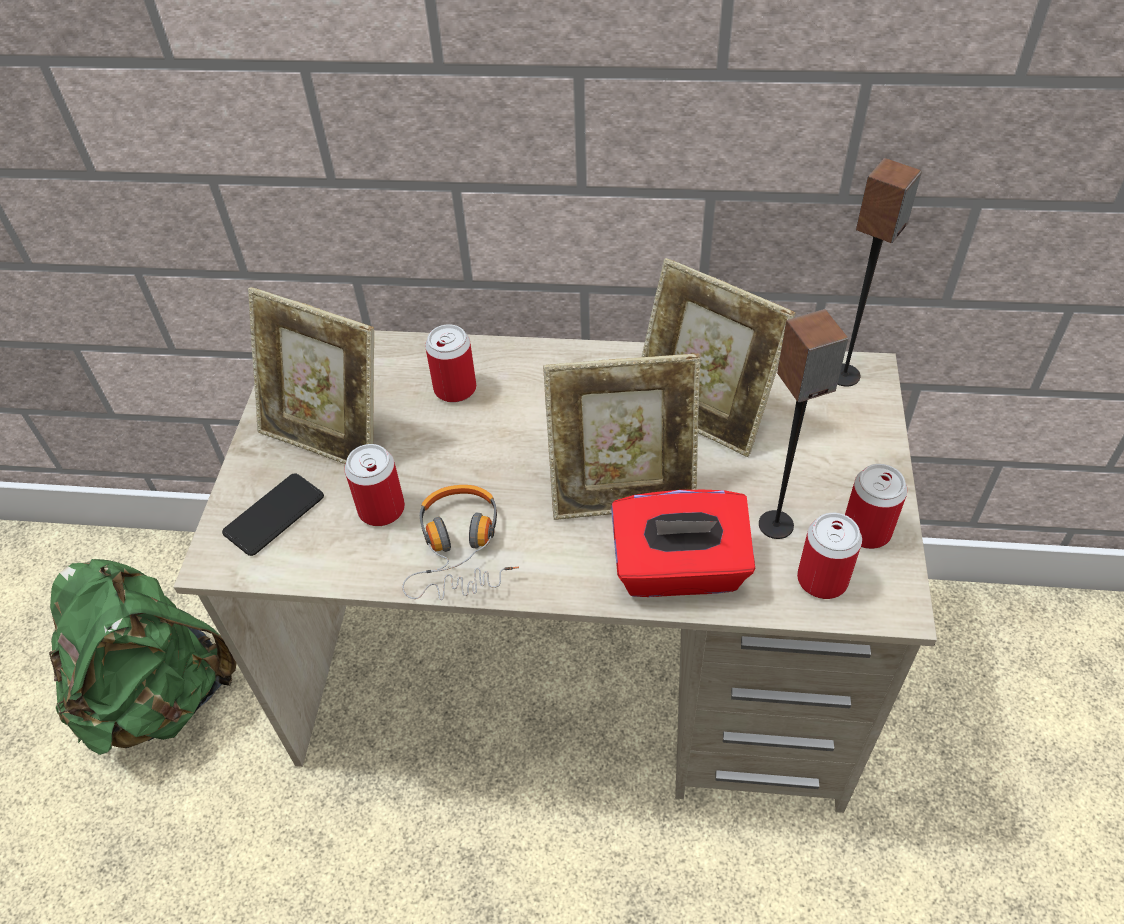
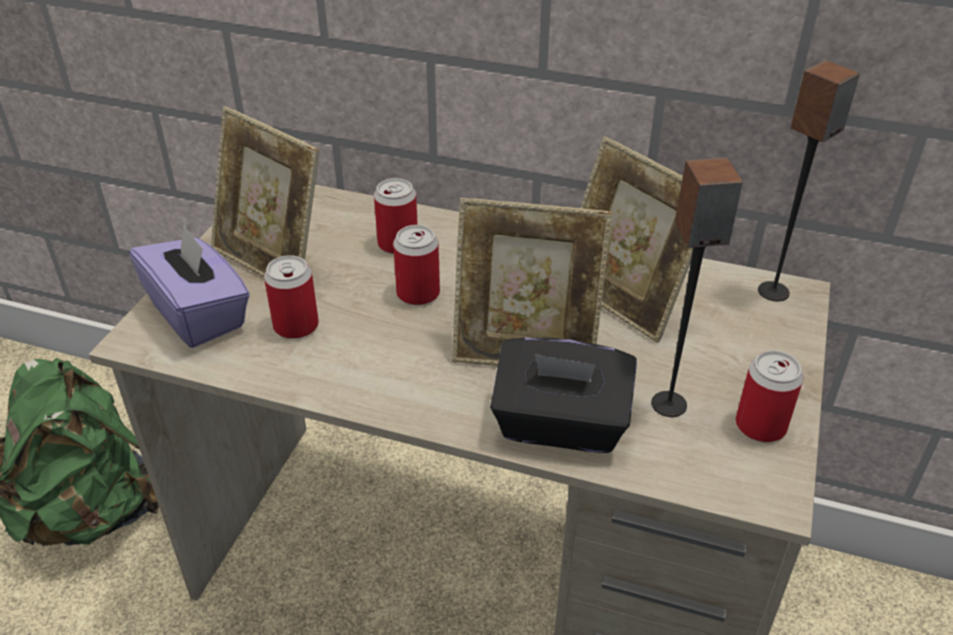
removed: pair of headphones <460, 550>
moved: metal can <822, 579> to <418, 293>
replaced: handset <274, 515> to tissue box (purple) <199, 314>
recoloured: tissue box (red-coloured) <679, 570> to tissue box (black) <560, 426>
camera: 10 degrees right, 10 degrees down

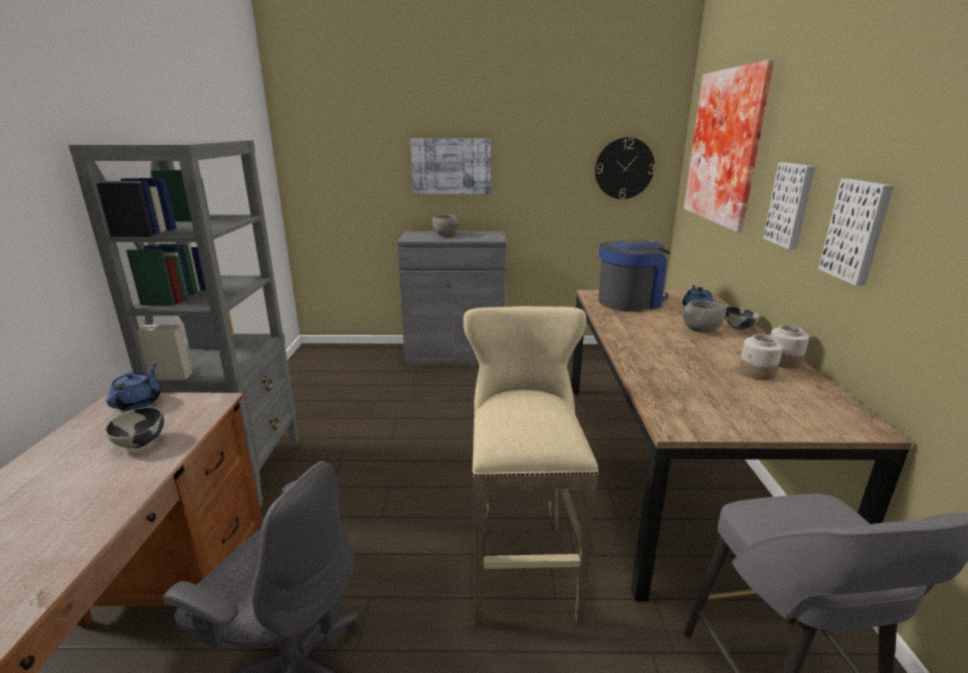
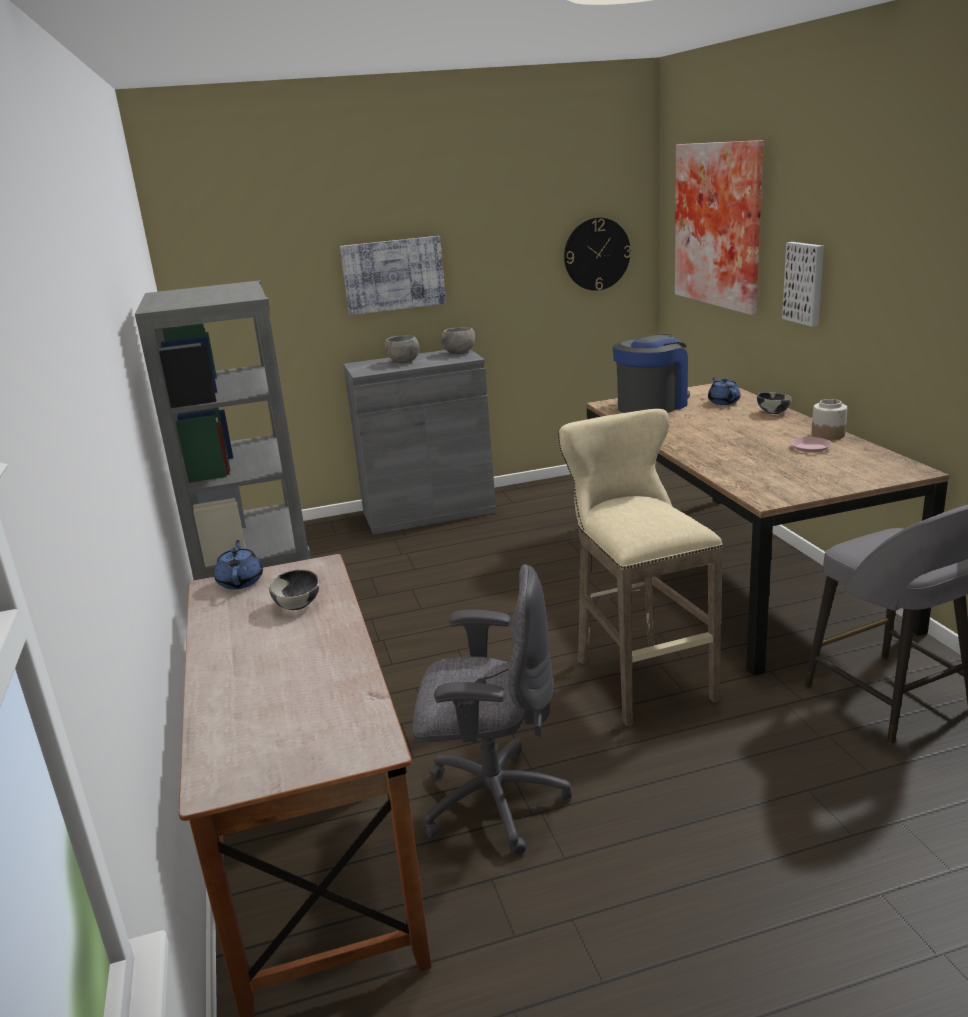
removed: wall picture <857, 231>
moved: bowl (greyish) <700, 330> to <458, 353>
replaced: storage jar <757, 373> to flat dish (pink) <810, 448>
camera: 15 degrees left, 0 degrees up

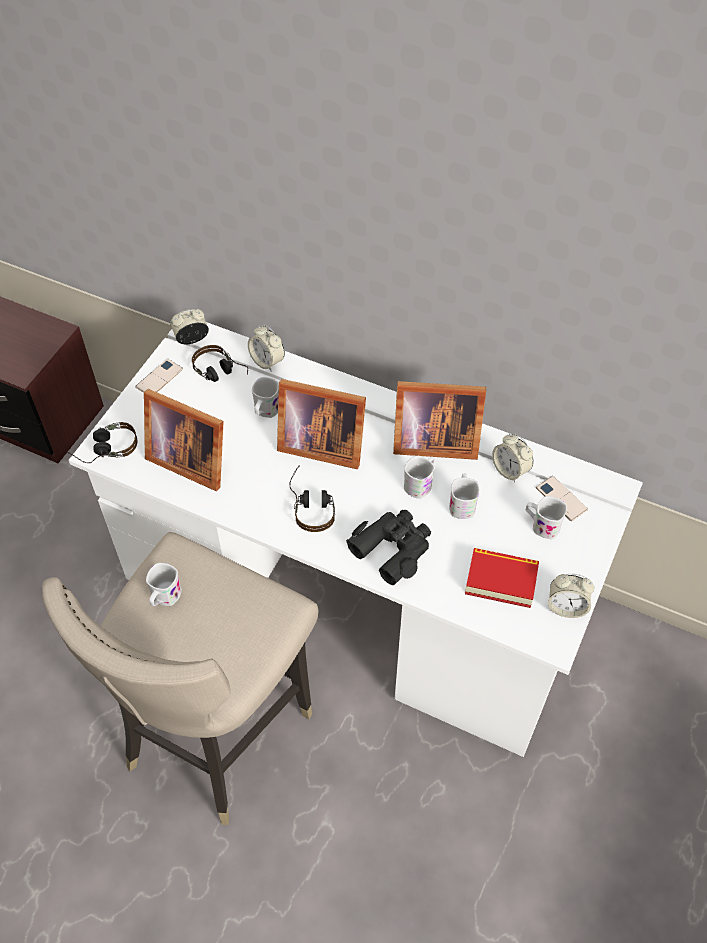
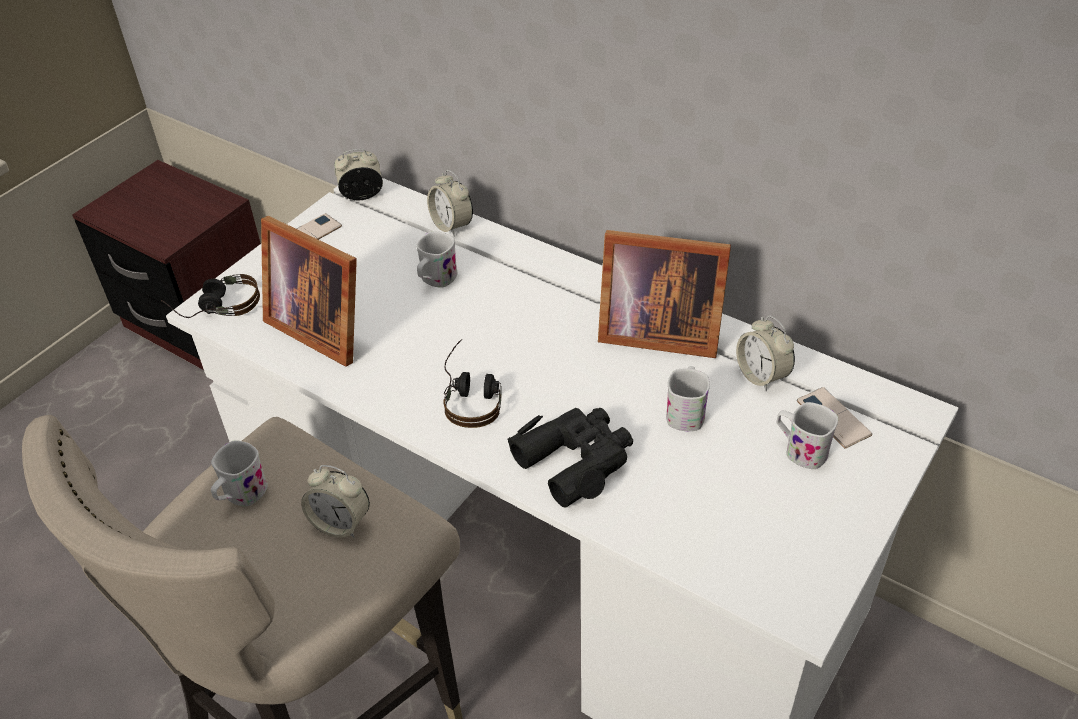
removed: pair of headphones <221, 373>; photo frame <319, 443>; mug (white) <420, 484>; book <501, 581>
moved: table clock <566, 606> to <340, 523>
camera: 10 degrees right, 10 degrees down

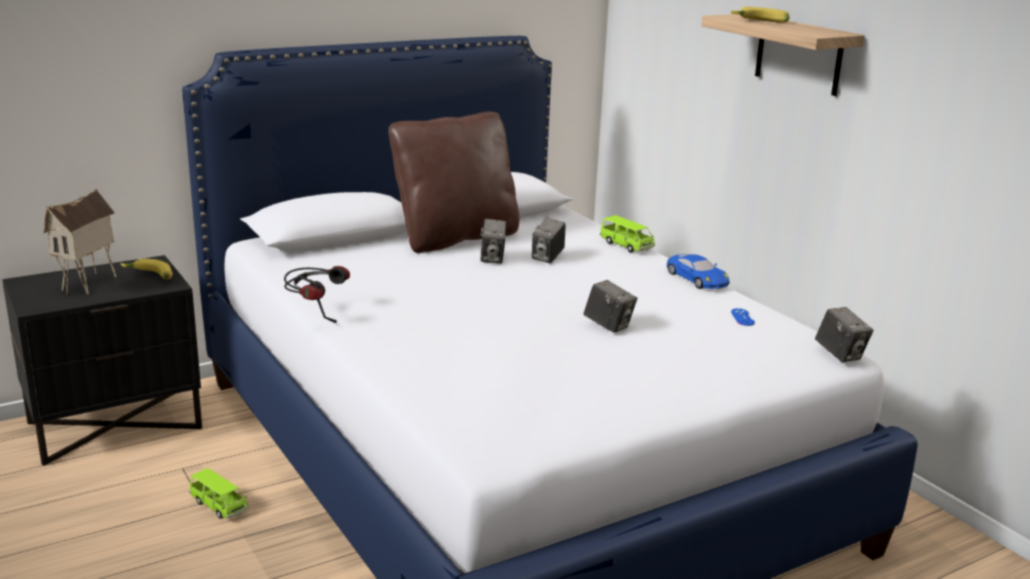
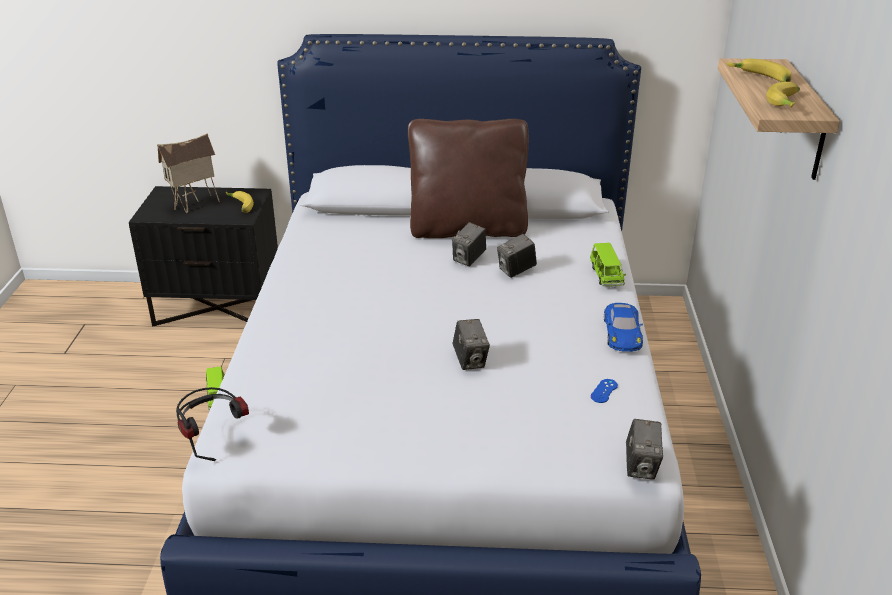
added: banana fruit <787, 104>
moved: pair of headphones <316, 313> to <213, 439>
camera: 35 degrees right, 10 degrees up

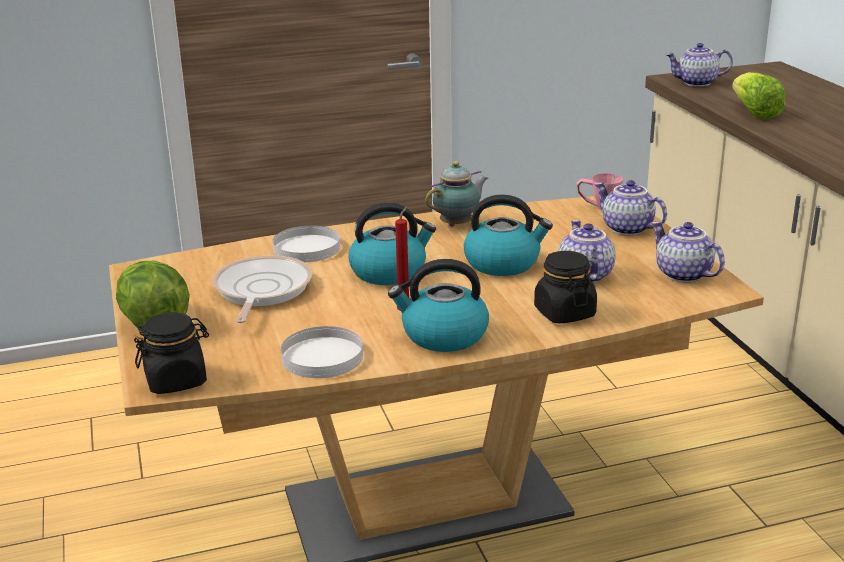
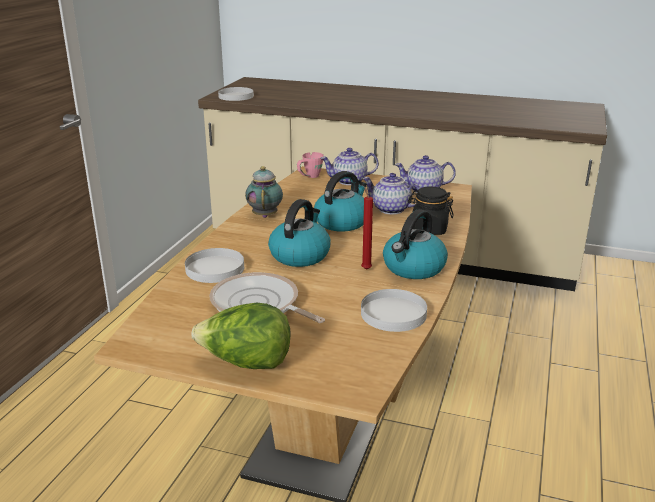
removed: storage jar (black) <176, 380>; lettuce <754, 113>
replaced: teapot <696, 83> to flat dish (white) <236, 96>
camera: 55 degrees left, 0 degrees up

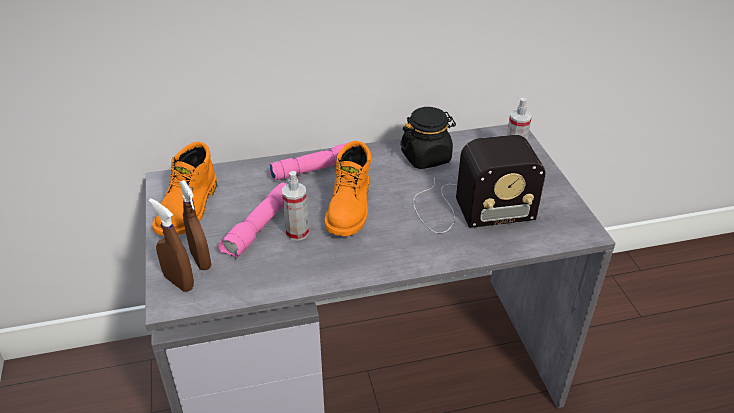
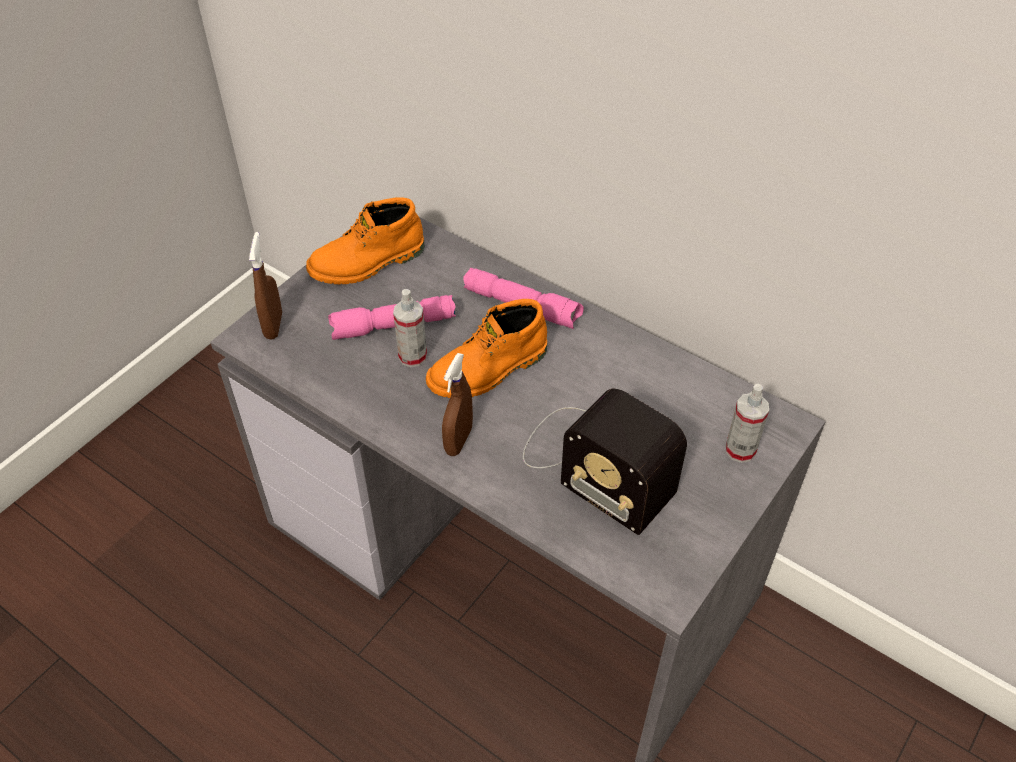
removed: storage jar (black) <426, 157>
moved: spray bottle (brown) <201, 260> to <458, 440>
camera: 50 degrees right, 10 degrees up

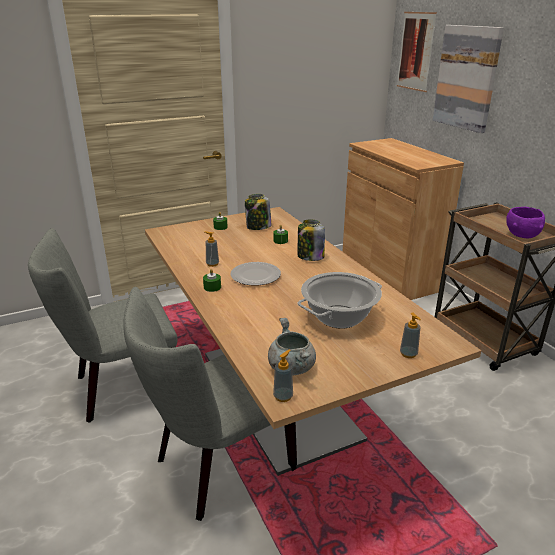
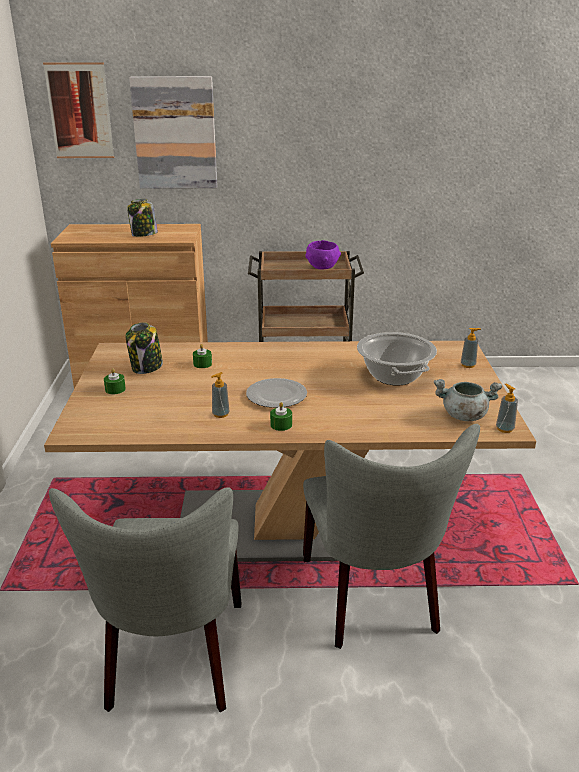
moved: storage jar <310, 257> to <144, 234>
camera: 65 degrees left, 0 degrees up

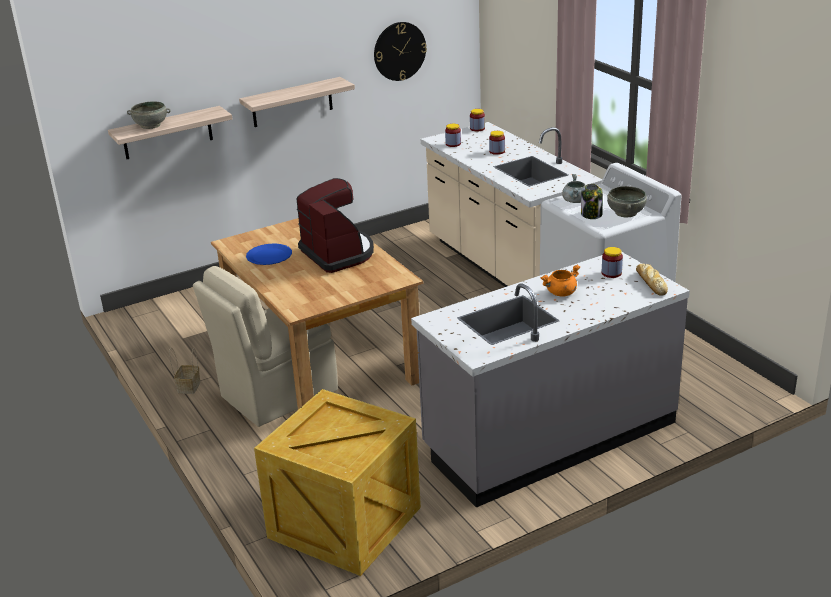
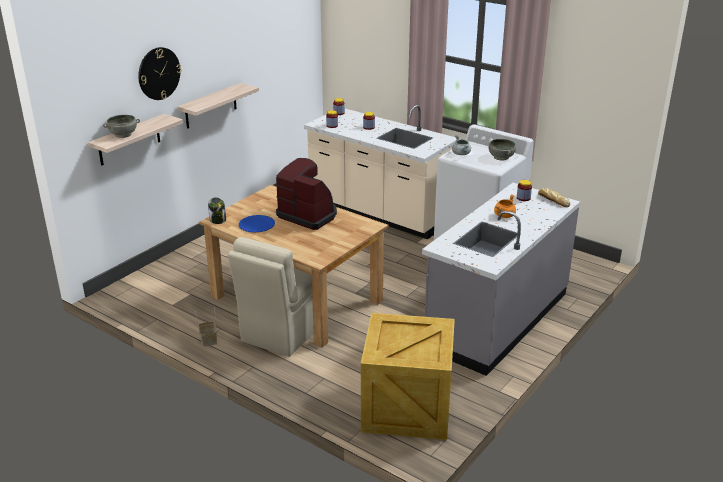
moved: clock on the wall <399, 51> to <159, 73>; storage jar <591, 214> to <218, 220>
camera: 25 degrees left, 0 degrees up

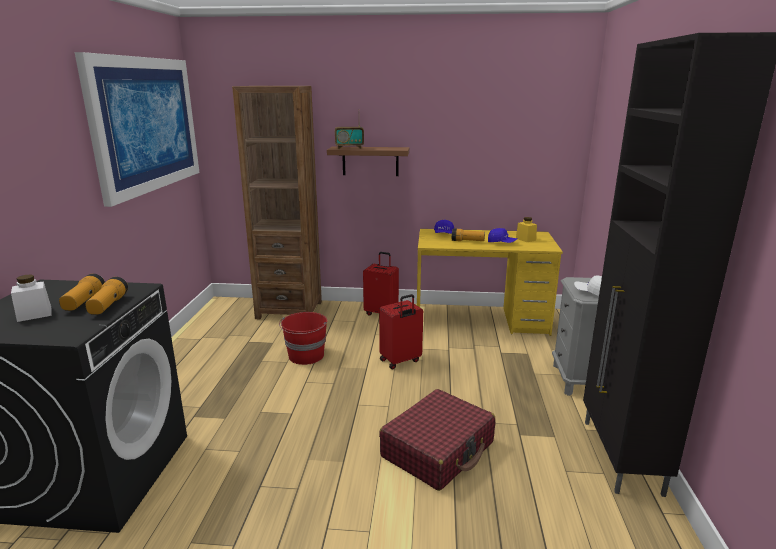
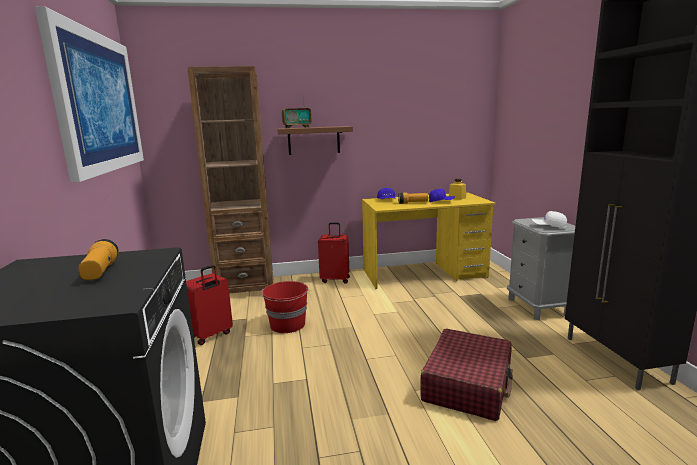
removed: storage jar (white) <34, 314>; flashlight <108, 306>
moved: travel case (red-coloured) <400, 361> to <211, 335>
camera: 15 degrees left, 5 degrees down

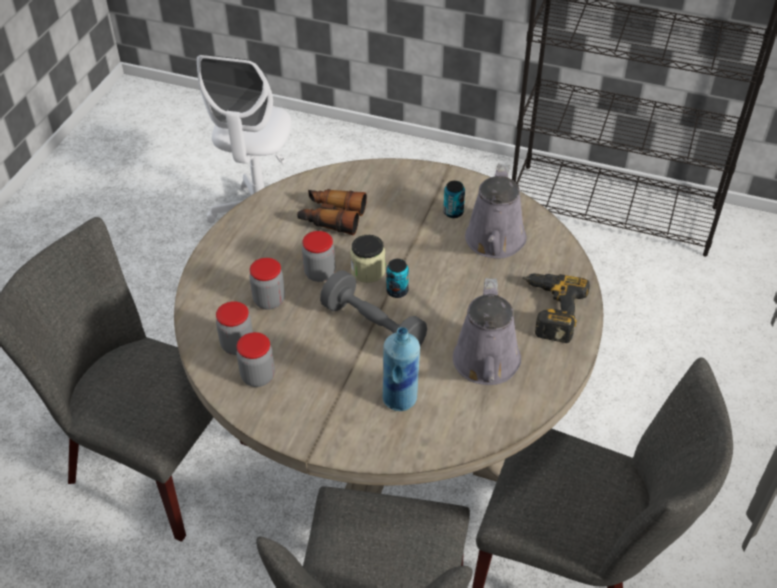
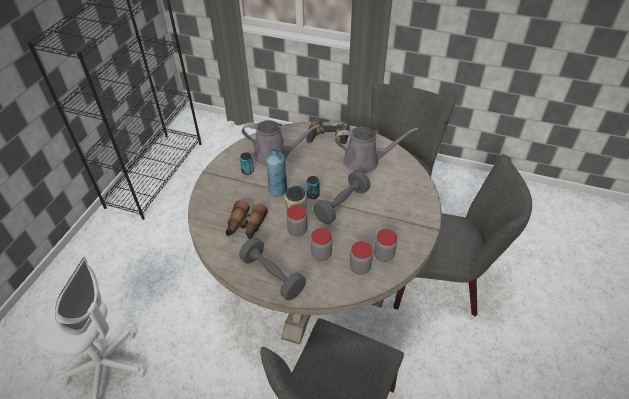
added: free weight (greyish) <272, 276>
moved: bottle (blue-coloured) <400, 399> to <278, 190>
camera: 90 degrees left, 0 degrees up

